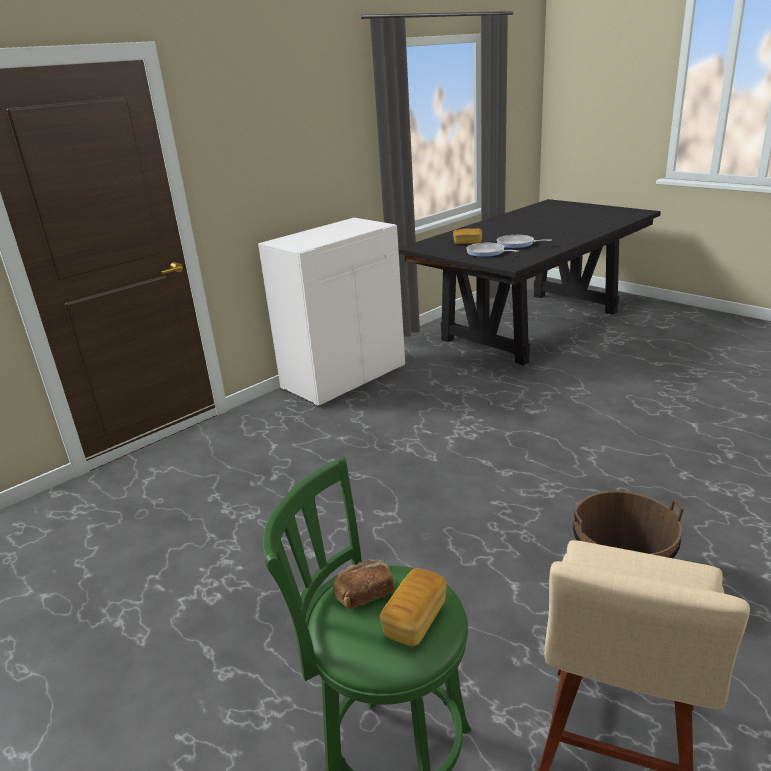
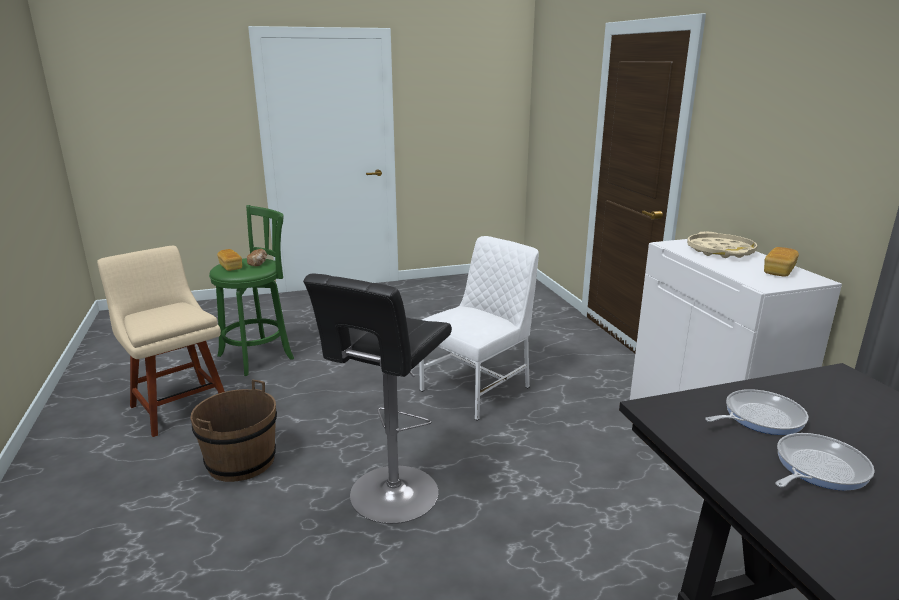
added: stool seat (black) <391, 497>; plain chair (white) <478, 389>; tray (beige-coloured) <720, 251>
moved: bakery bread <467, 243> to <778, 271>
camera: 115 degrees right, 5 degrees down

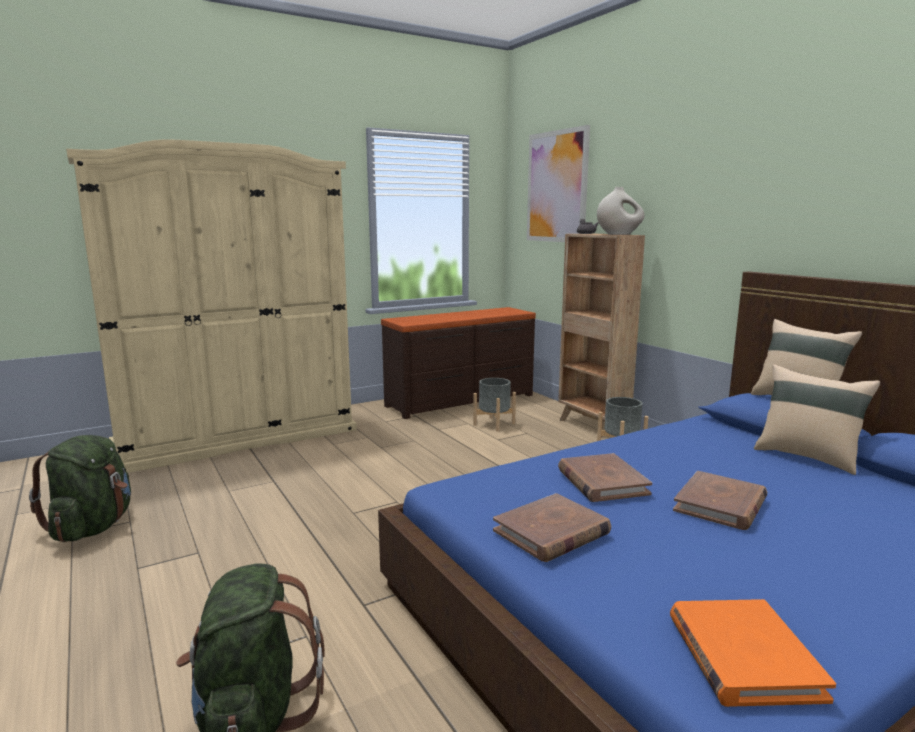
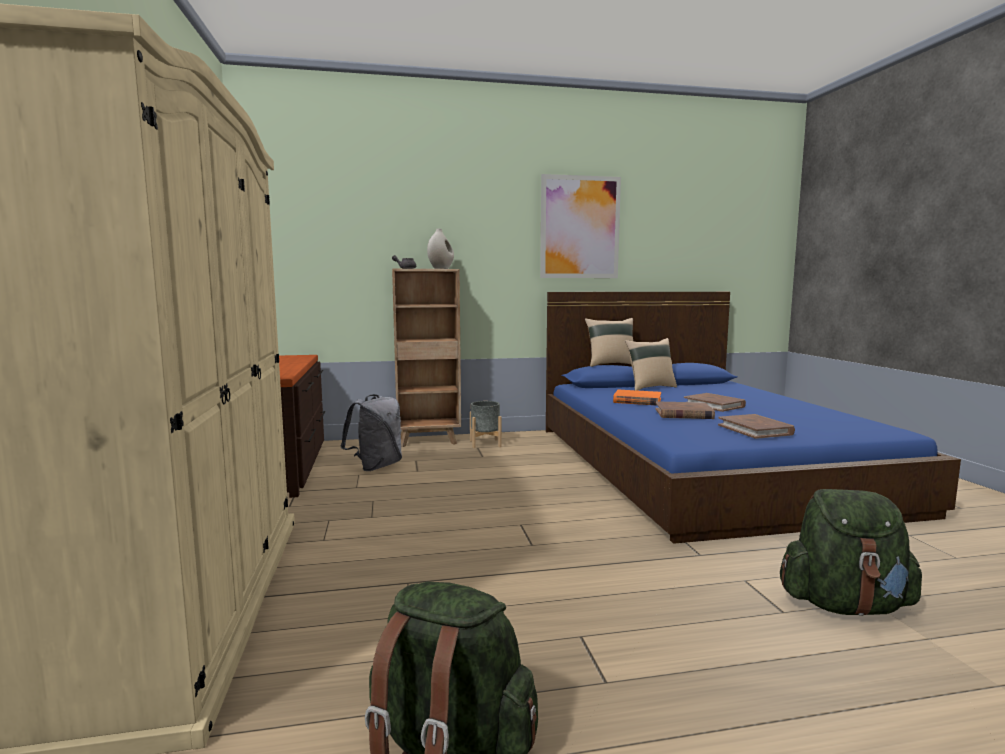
moved: wall picture <557, 187> to <579, 227>; book (orange) <742, 656> to <637, 400>
replaced: planter (greyish) <494, 424> to backpack (greyish) <376, 466>
camera: 70 degrees left, 5 degrees down

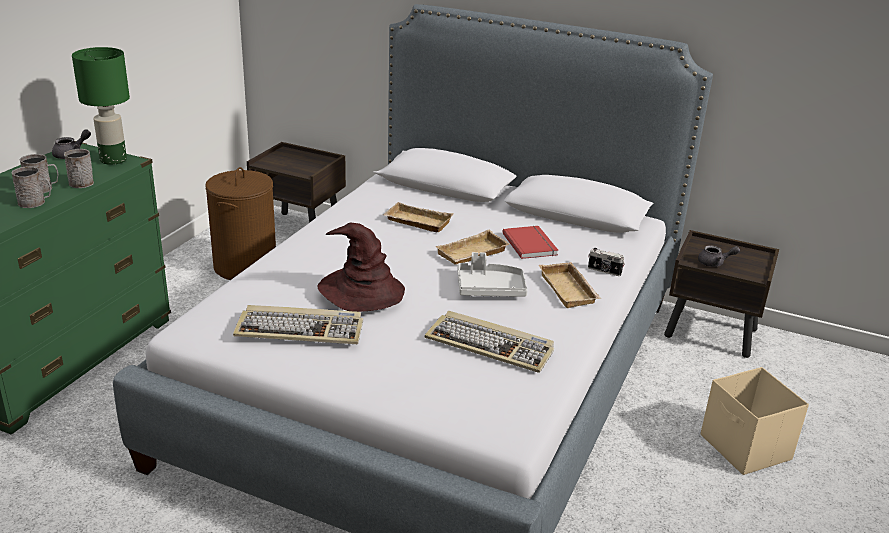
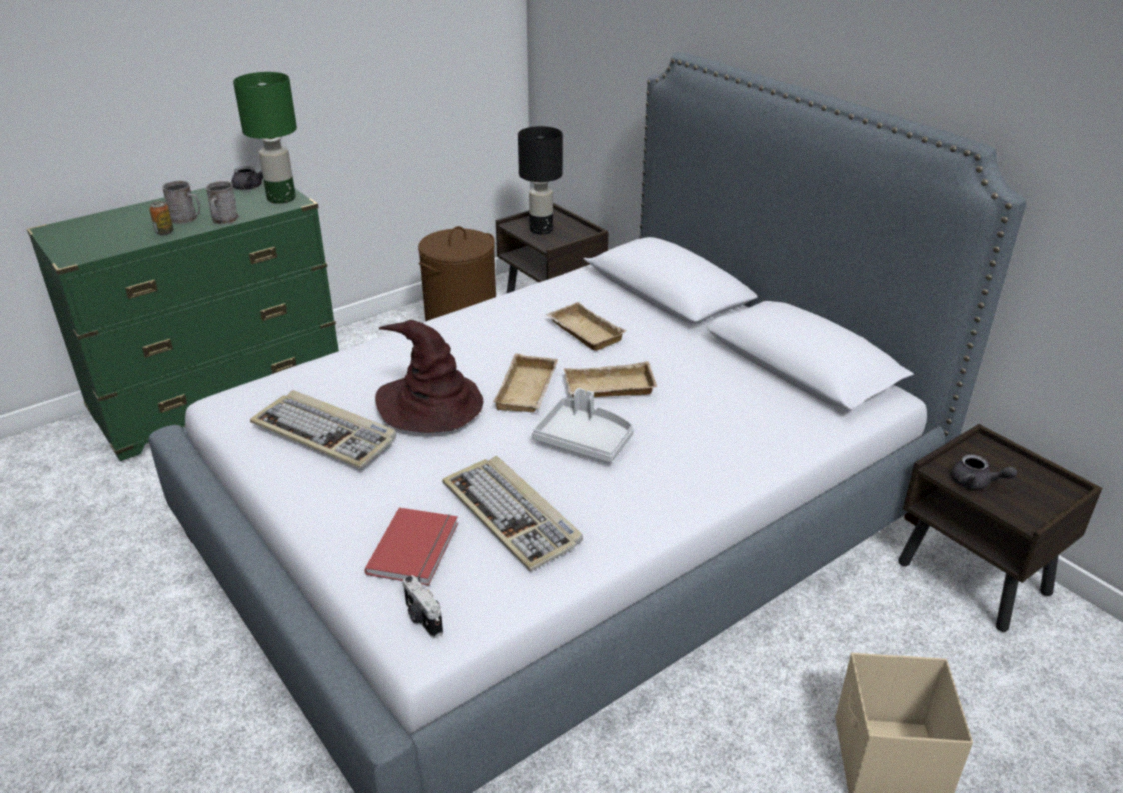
added: tabletop lamp (black) <541, 229>
moved: book (red-coloured) <531, 244> to <416, 548>; photo camera <604, 271> to <422, 619>; tray (beige-coloured) <570, 290> to <529, 391>
replaced: mug (greyish) <35, 202> to metal can <164, 232>
camera: 30 degrees right, 5 degrees up

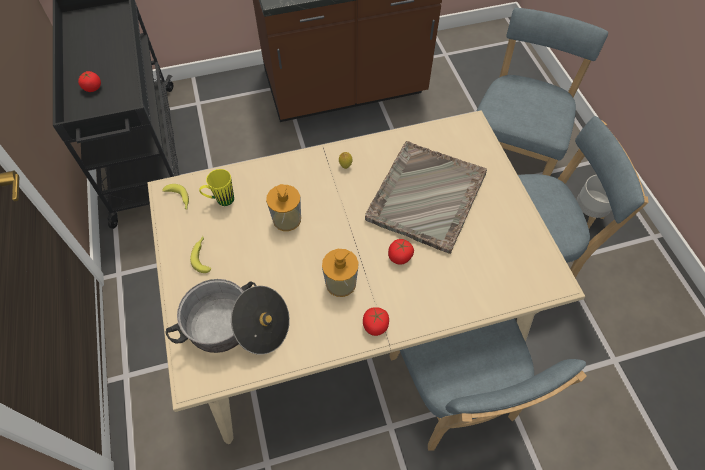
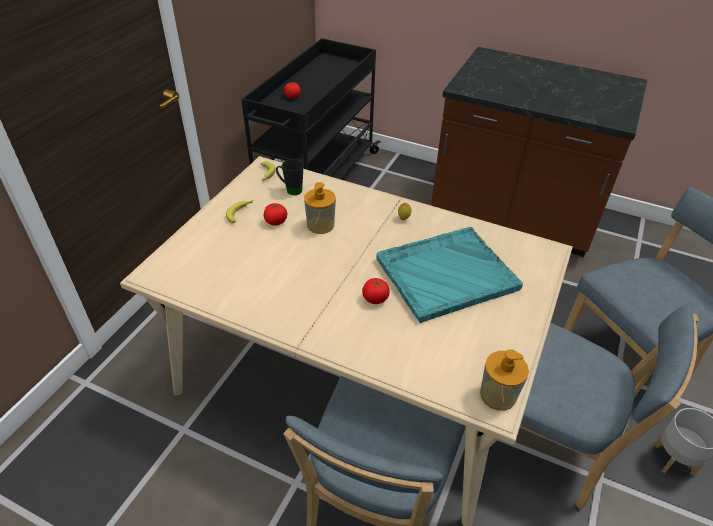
removed: stockpot <236, 327>
moved: whole tomato <375, 325> to <276, 221>; soap bottle <340, 283> to <498, 395>
recoloured: mug (yellowish) <220, 200> to mug (black) <290, 189>; tray (greyish) <425, 197> to tray (turquoise-coloured) <445, 274>
camera: 40 degrees right, 15 degrees down

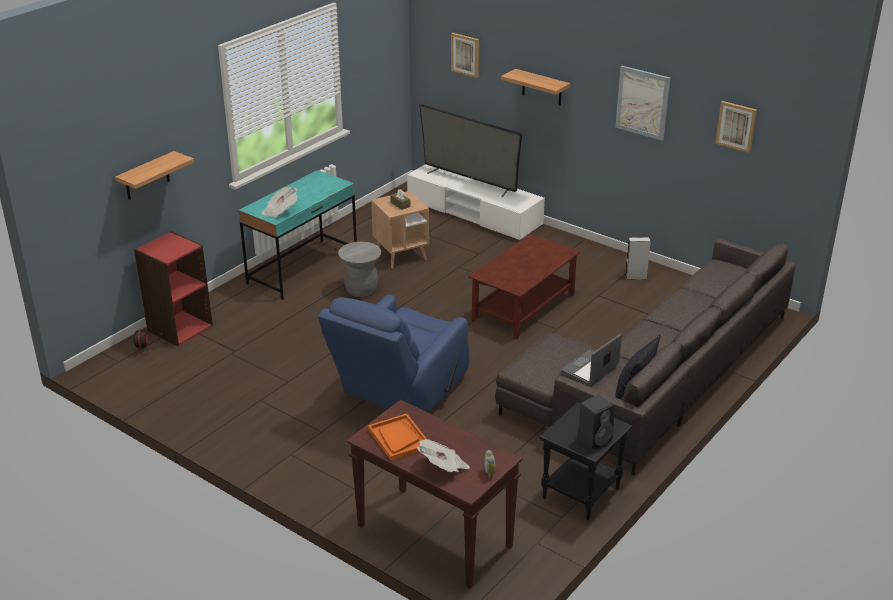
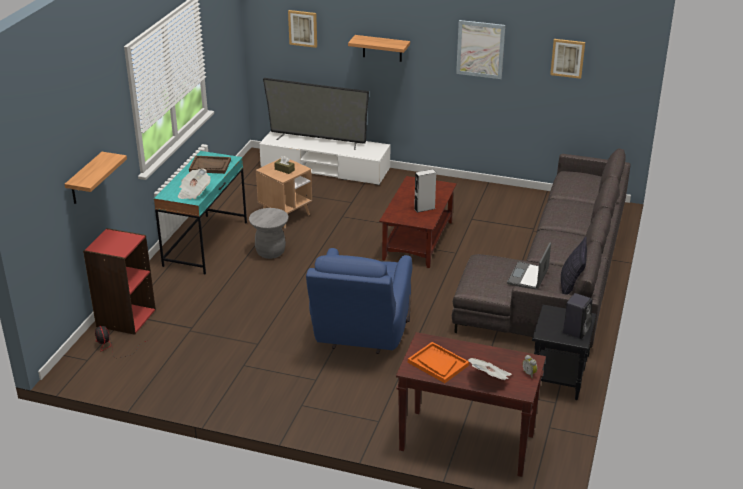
added: tray (brown) <210, 166>
moved: loudspeaker (greyish) <635, 277> to <424, 208>
camera: 20 degrees left, 0 degrees up

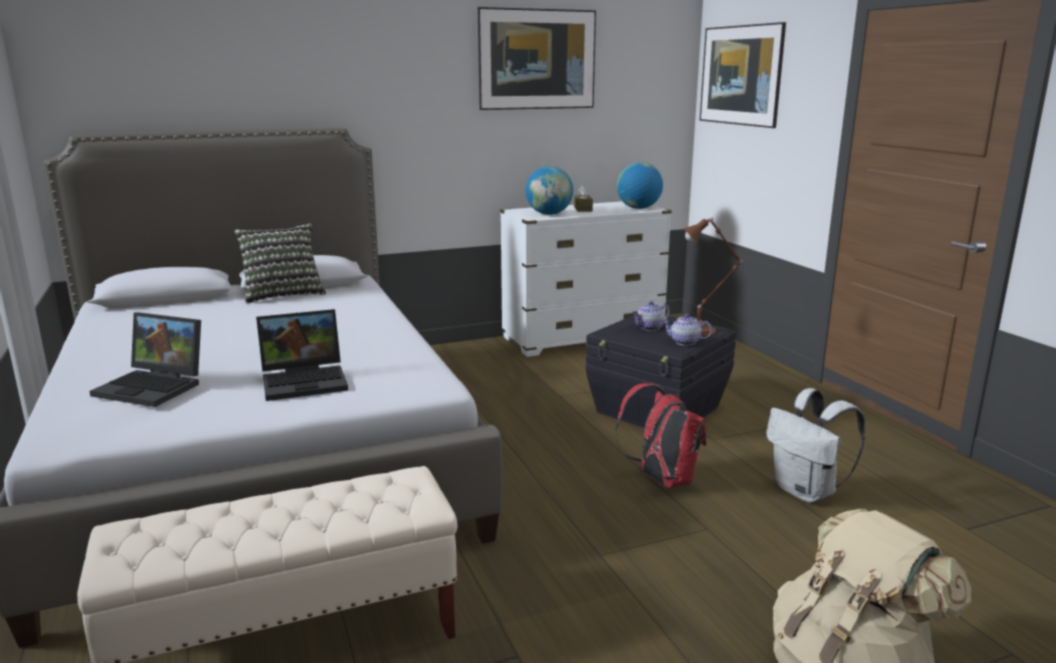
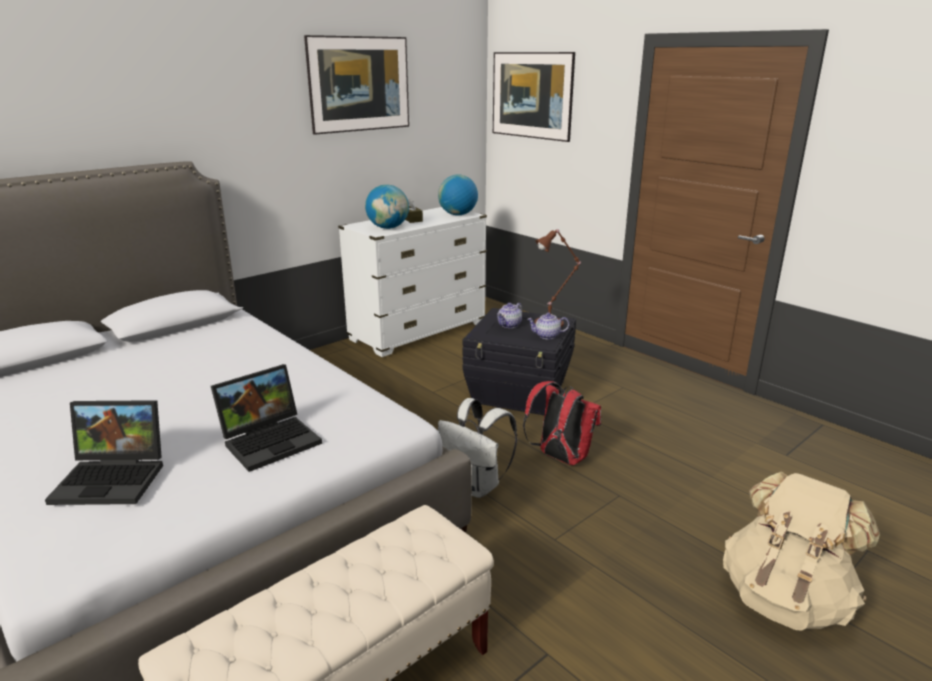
removed: throw pillow <283, 294>
moved: backpack (white) <806, 492> to <476, 486>
camera: 20 degrees left, 5 degrees up

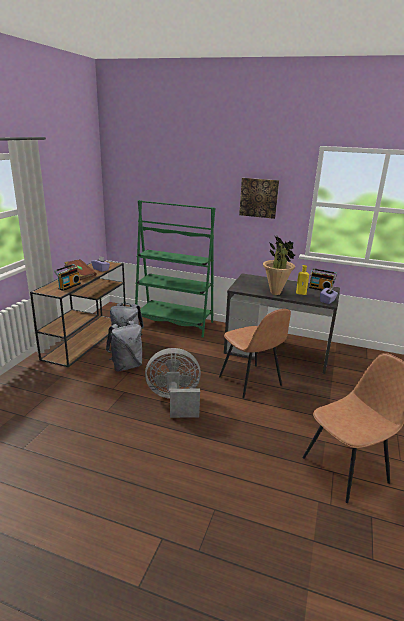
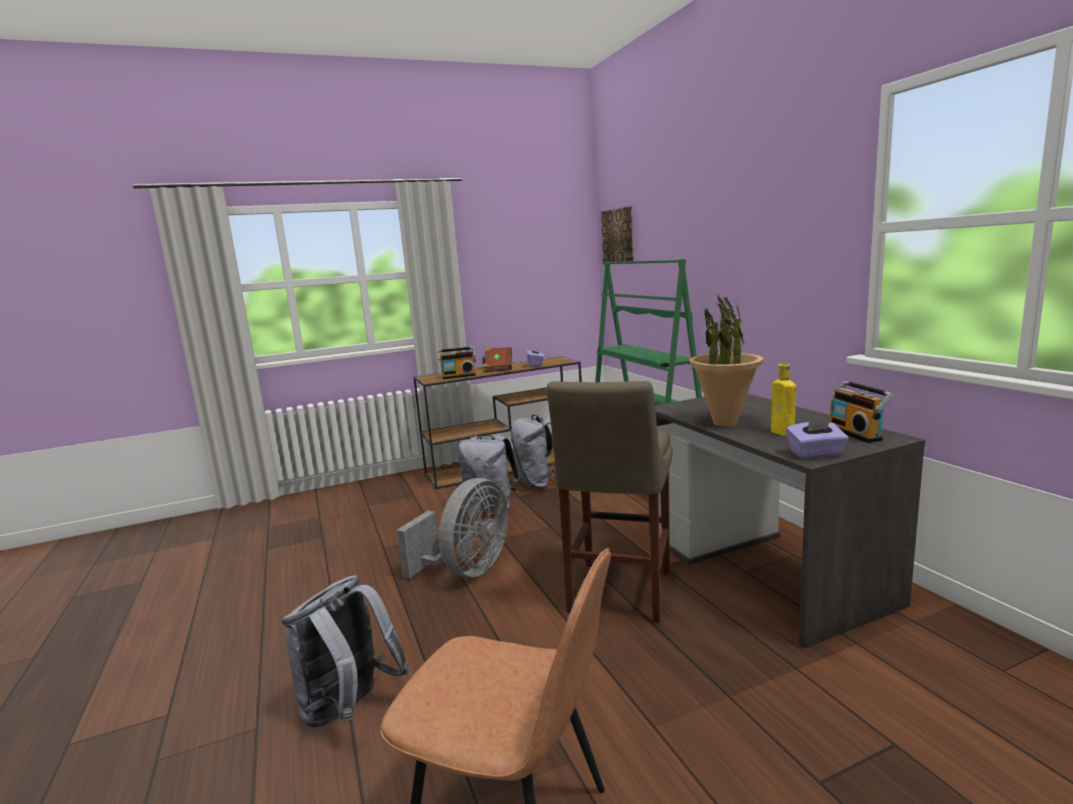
added: backpack (greyish) <350, 709>
moved: wall picture <259, 197> to <618, 236>
replaced: plain chair (brown) <251, 382> to stool seat (beige-coloured) <618, 594>
turned: cooling fan (greyish) <174, 401> = <467, 570> 75 degrees clockwise
camera: 50 degrees right, 10 degrees down

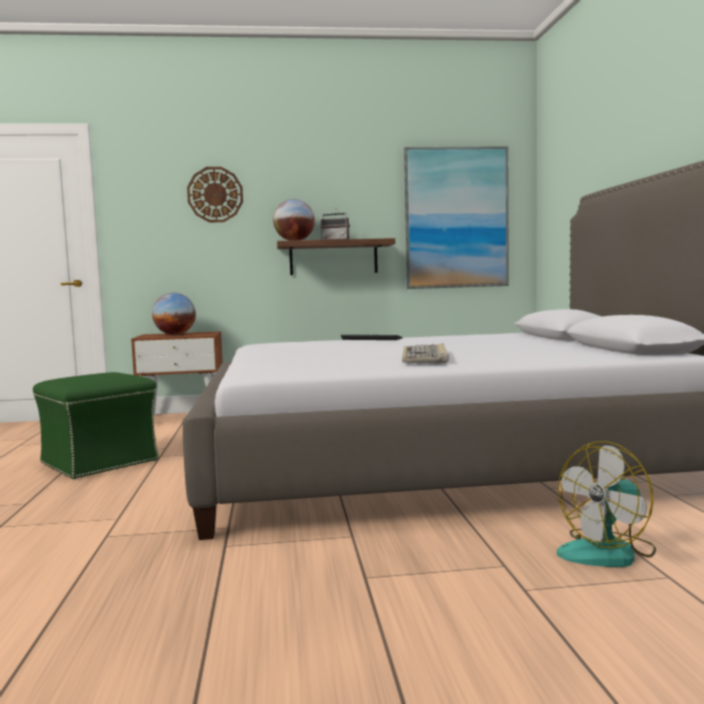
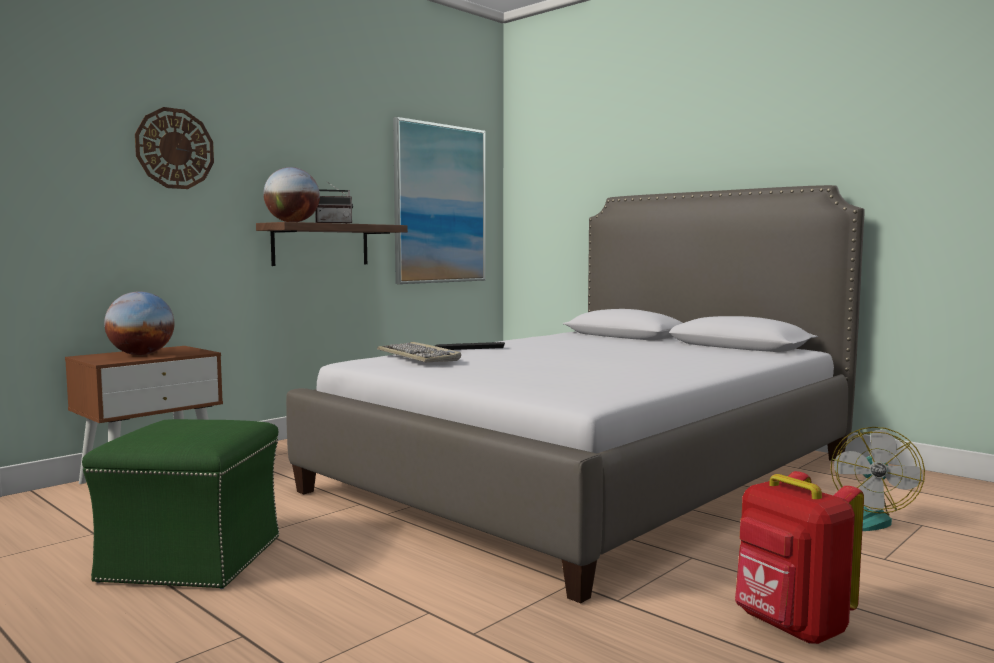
added: backpack (red-coloured) <790, 628>
moved: keyboard <425, 358> to <419, 356>
camera: 40 degrees left, 0 degrees up

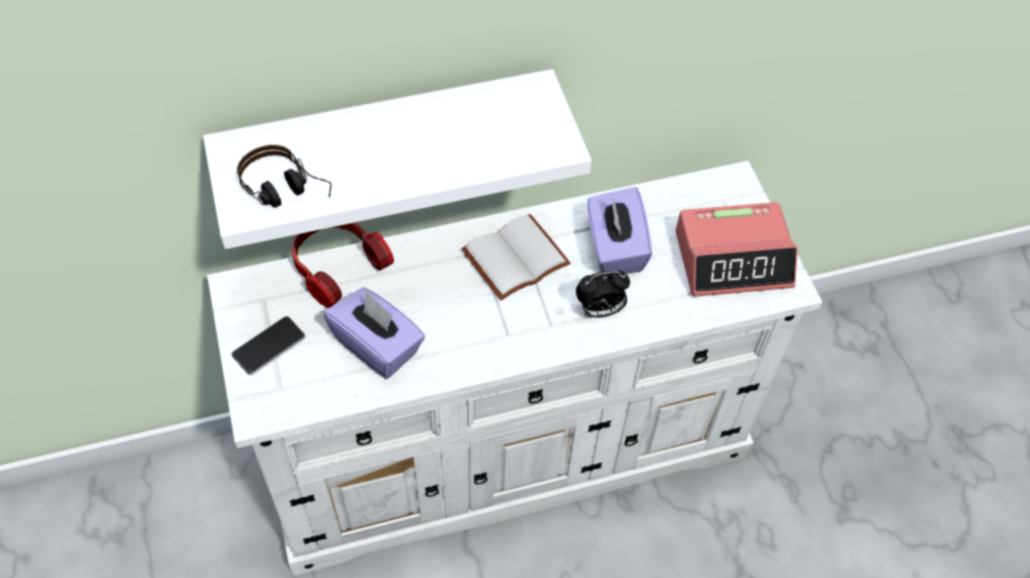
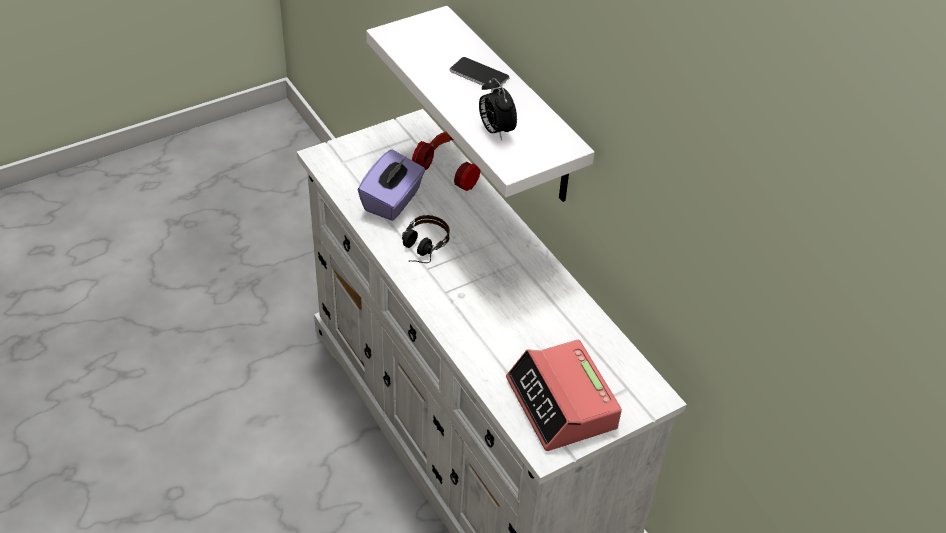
removed: book (white) <515, 261>; tissue box (purple) <614, 248>
moved: pair of headphones <287, 193> to <420, 250>; handset <269, 346> to <479, 75>; table clock <599, 310> to <495, 130>
camera: 75 degrees right, 10 degrees down

